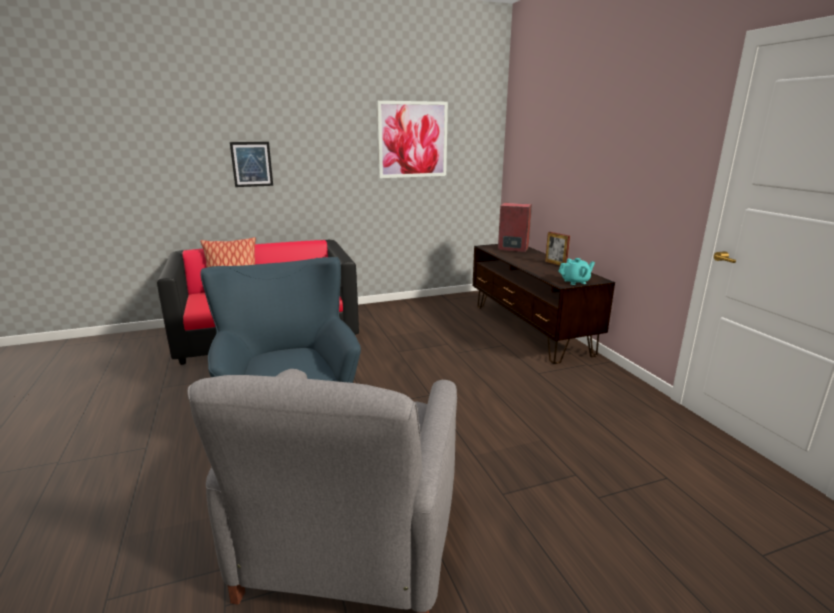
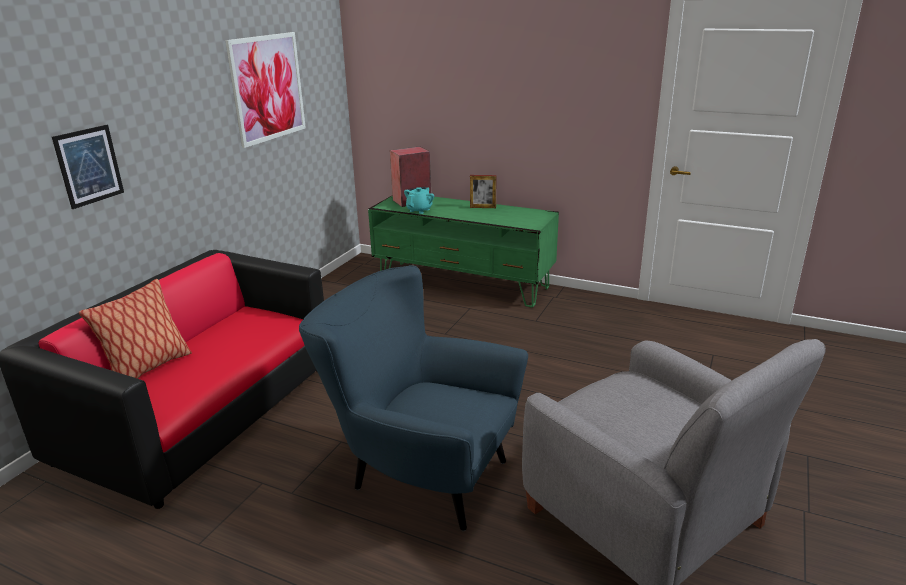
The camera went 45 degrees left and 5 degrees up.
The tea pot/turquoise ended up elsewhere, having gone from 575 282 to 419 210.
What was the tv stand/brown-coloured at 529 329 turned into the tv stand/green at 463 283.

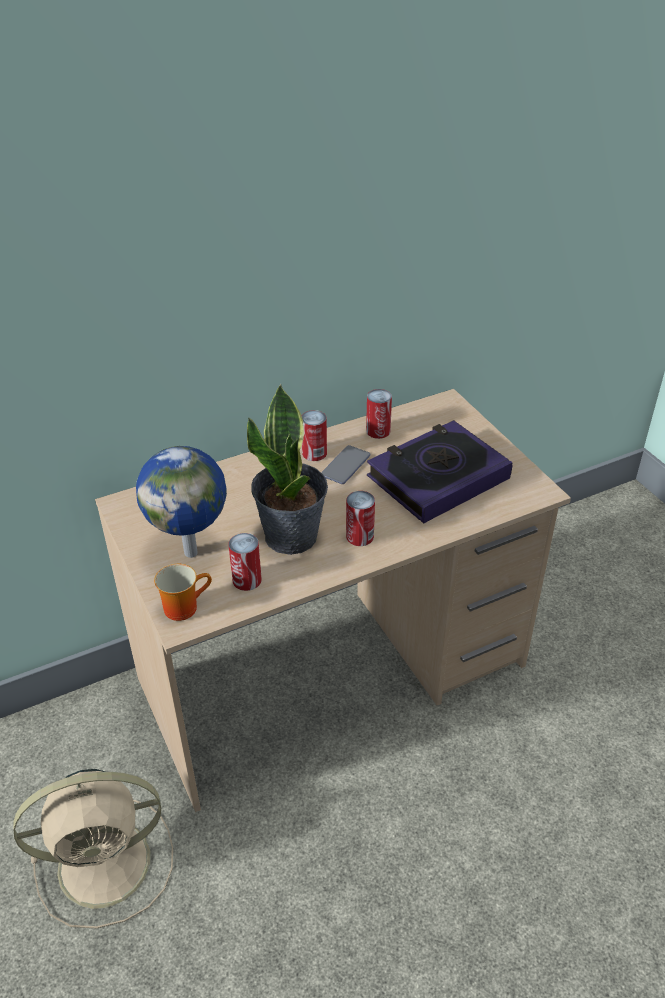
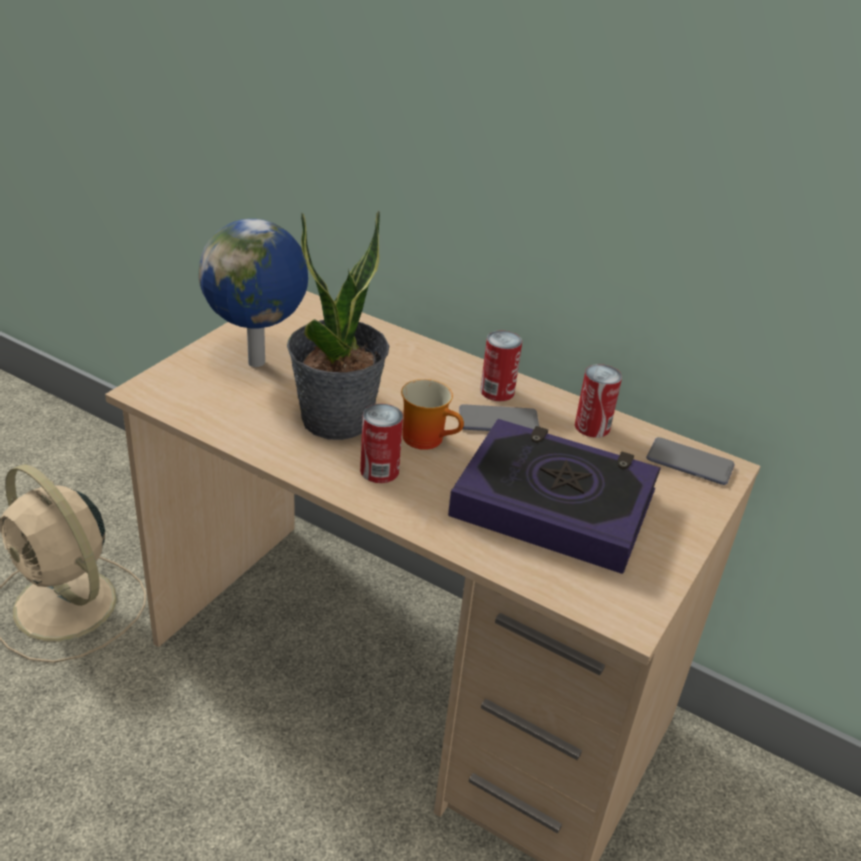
The camera went 55 degrees right and 5 degrees down.
The second view lost the can at 247 580.
The second view gained the telephone at 689 463.
The tea mug ended up elsewhere, having gone from 183 605 to 428 438.

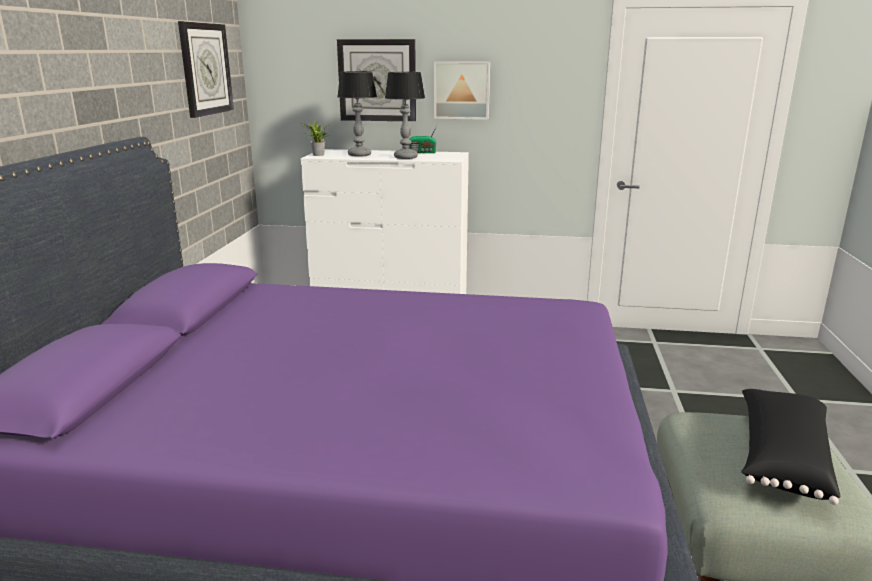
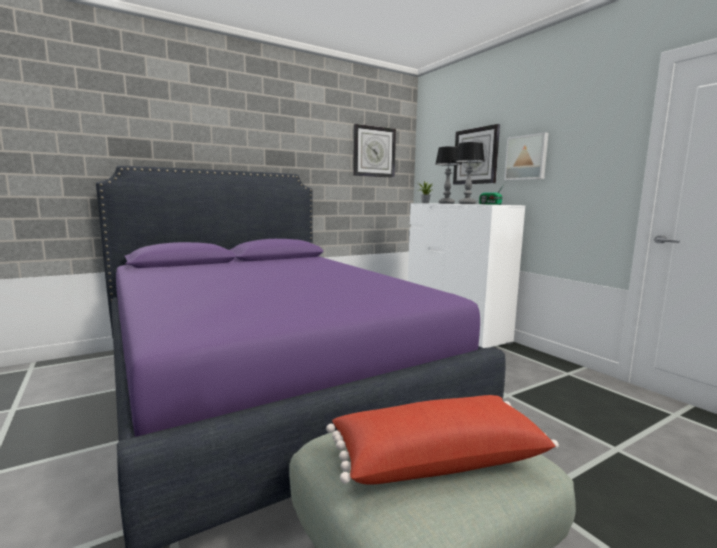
The camera went 50 degrees right and 10 degrees down.
What was the pillow/black-coloured at 780 458 turned into the pillow/reddish at 436 458.

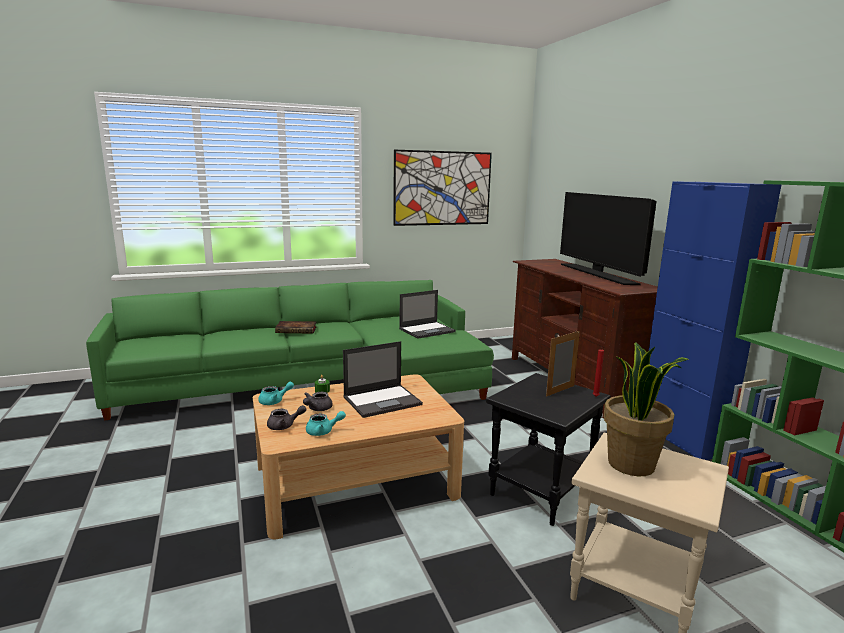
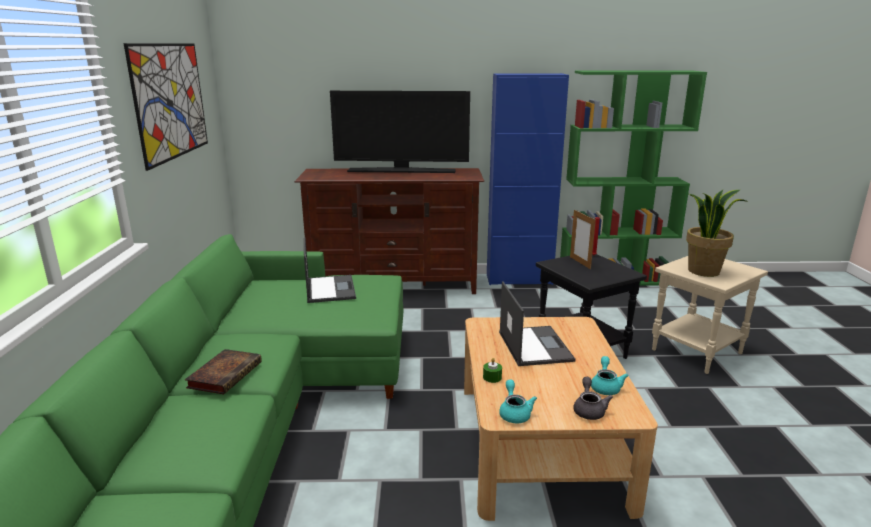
The camera went 70 degrees left and 5 degrees up.
The second view lost the tea pot/grey at 317 409.

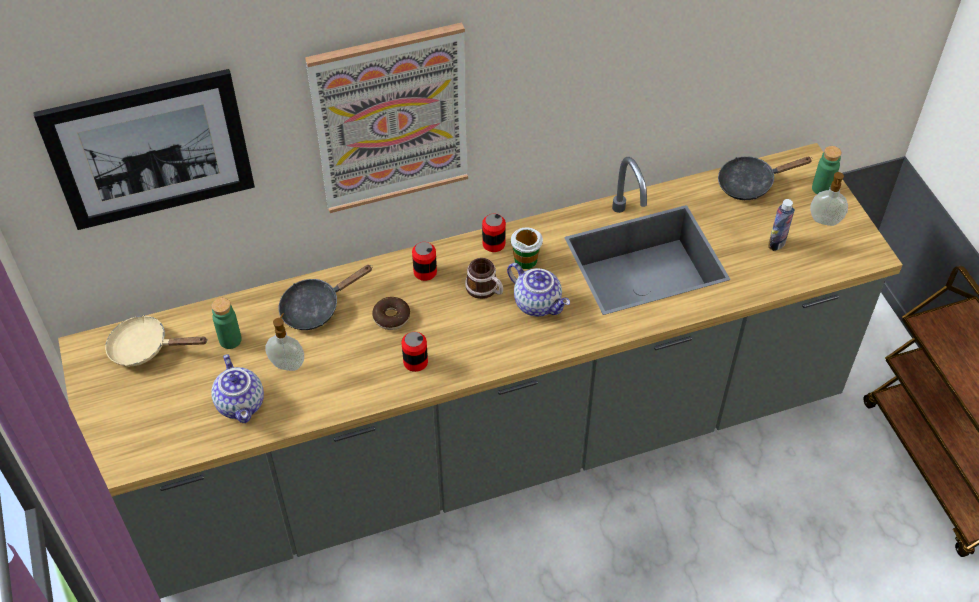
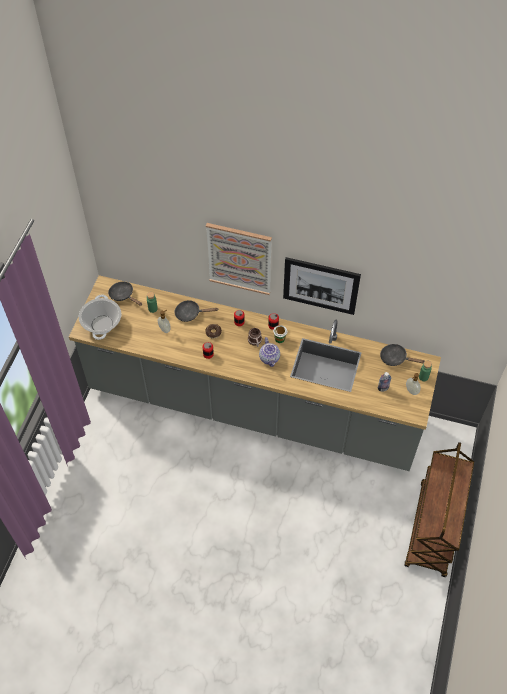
The camera went 35 degrees right and 5 degrees up.
The second view lost the tea pot at 242 404.
The second view gained the saucepot at 102 324.
The wall art ended up elsewhere, having gone from 150 150 to 320 285.
What was the skillet/sand-coloured at 145 348 turned into the skillet/black-coloured at 123 295.

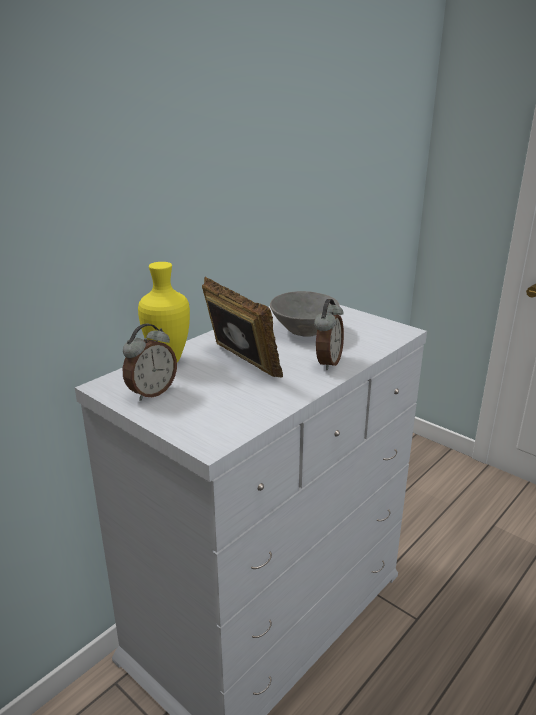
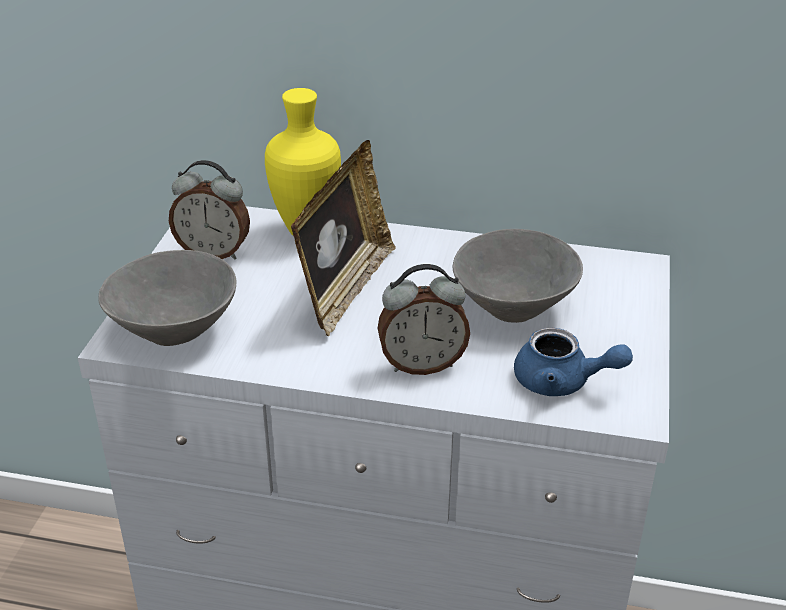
The camera went 60 degrees right and 10 degrees up.
The second view gained the deep dish/grey at 173 330.
The second view gained the tea pot/blue-coloured at 562 382.

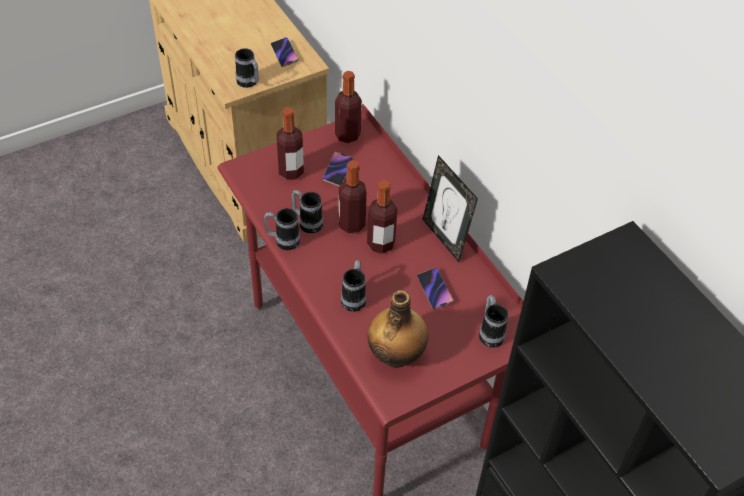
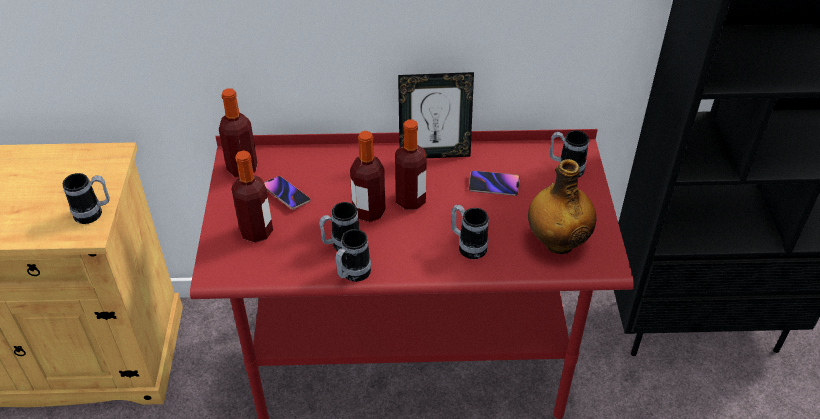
The camera went 60 degrees left and 5 degrees down.
The second view lost the telephone at 284 54.

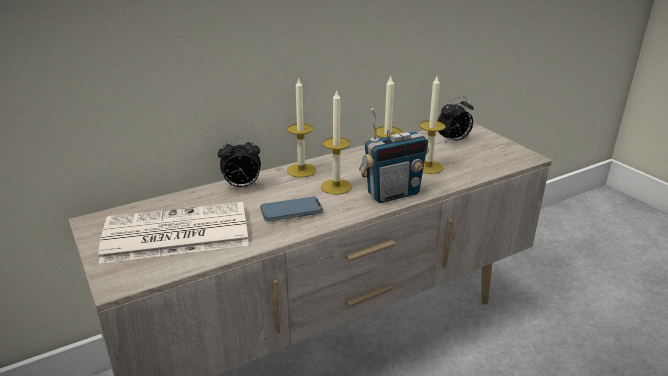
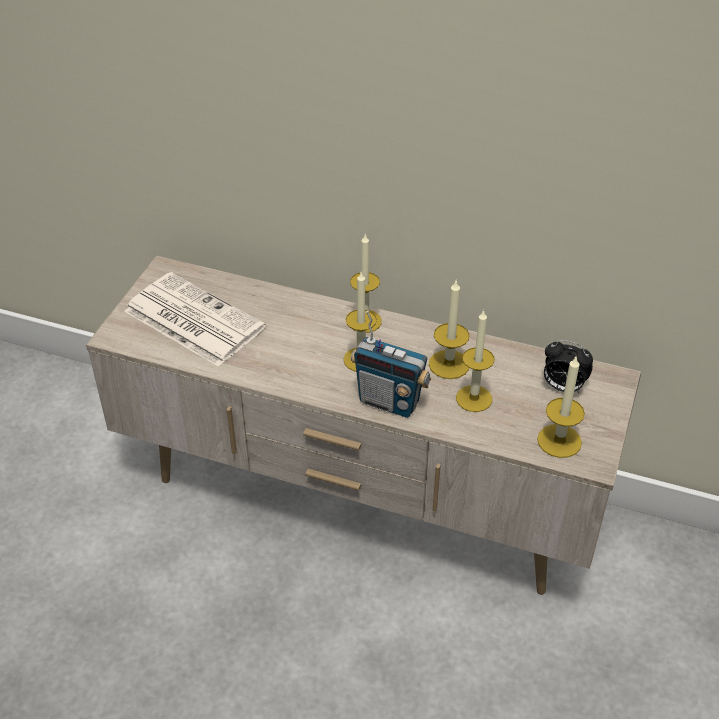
The camera went 50 degrees right and 15 degrees up.
The second view lost the bedside clock at 242 186.
The second view lost the telephone at 291 212.
The second view gained the wax candle at 559 441.

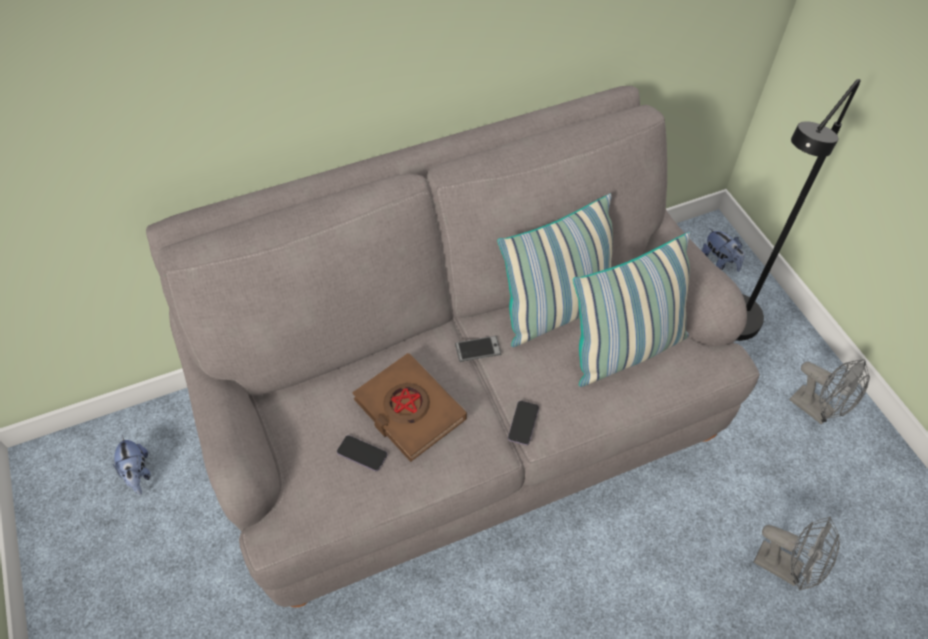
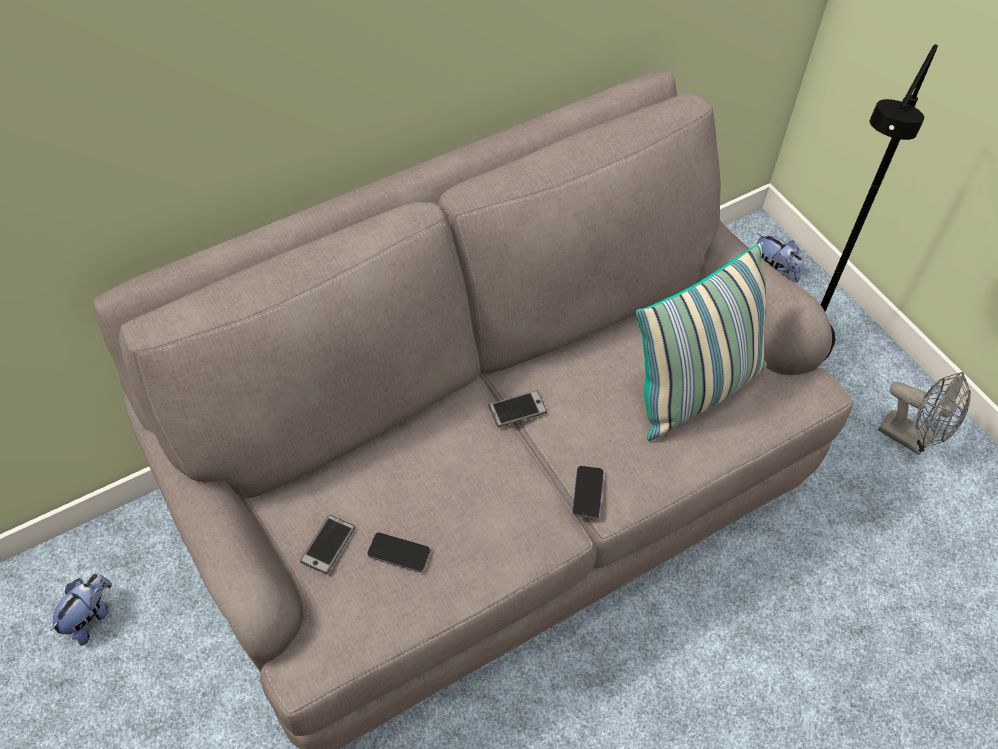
The camera went 10 degrees left and 0 degrees up.
The second view lost the bound book/brown-coloured at 409 410.
The second view lost the pillow at 557 311.
The second view lost the fan/grey at 785 567.
The second view gained the telephone at 328 544.
The soft toy at 138 474 ended up facing another way, 120 degrees counterclockwise from before.

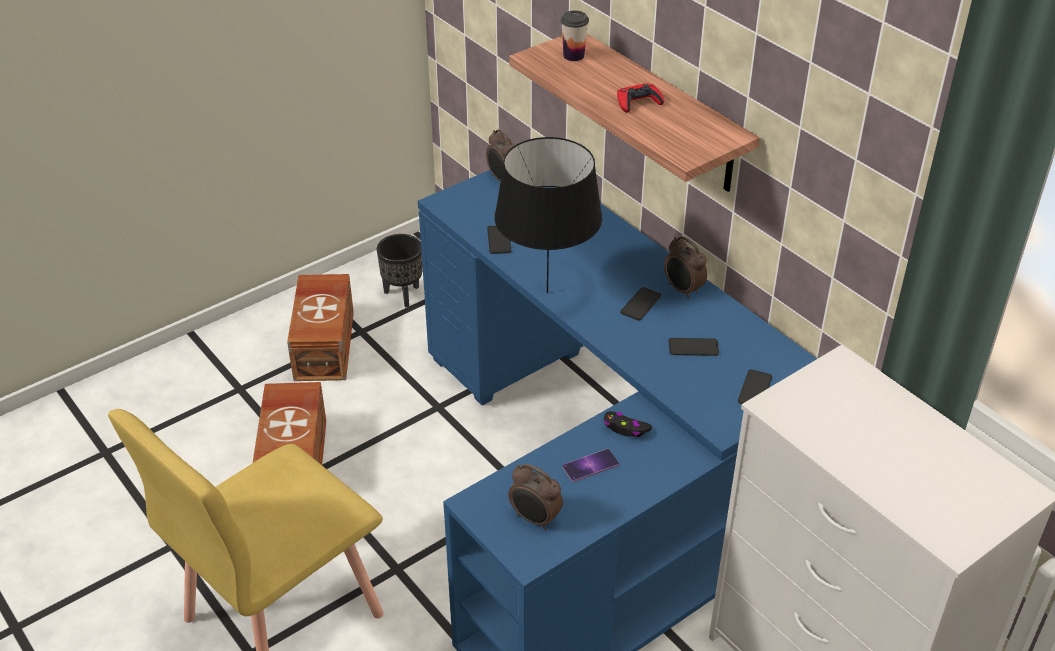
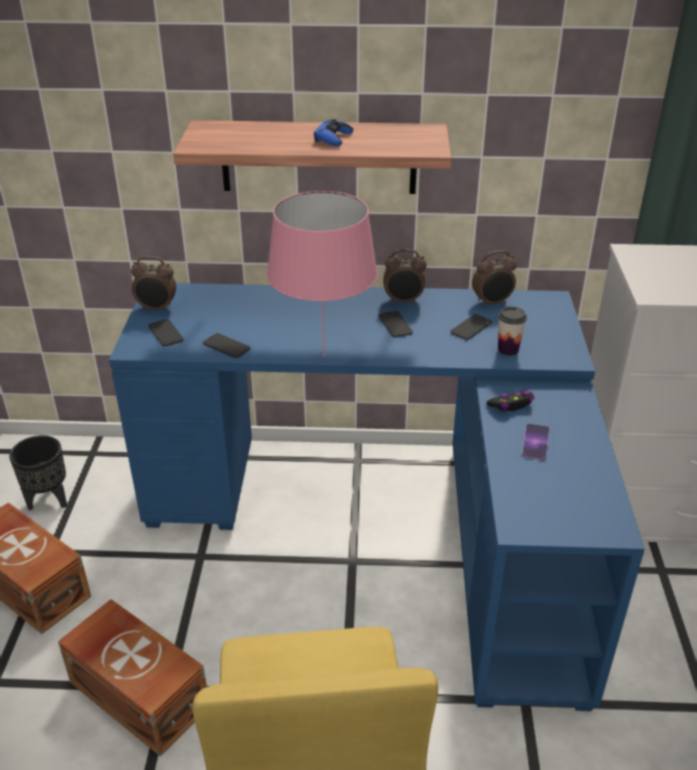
The camera went 50 degrees left and 5 degrees down.
The bedside clock ended up elsewhere, having gone from 535 519 to 492 303.
The drinking cup ended up elsewhere, having gone from 573 56 to 508 349.
The telephone ended up elsewhere, having gone from 754 389 to 166 333.
What was the lamp for a table/black-coloured at 547 292 turned into the lamp for a table/pink at 323 356.
What was the gamepad/reddish at 638 102 turned into the gamepad/blue-coloured at 333 138.

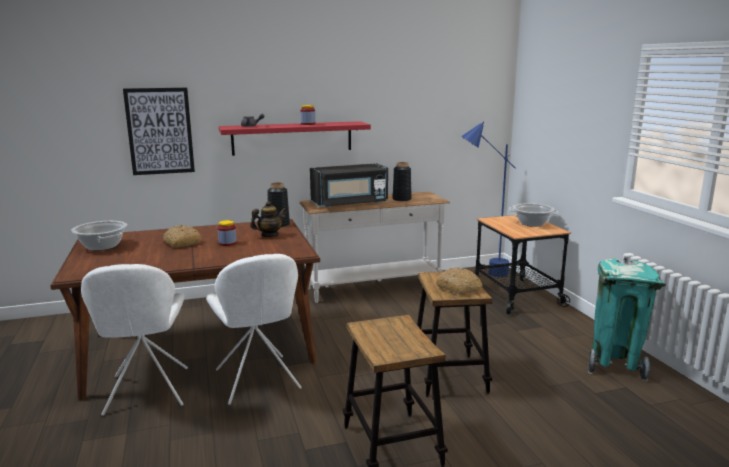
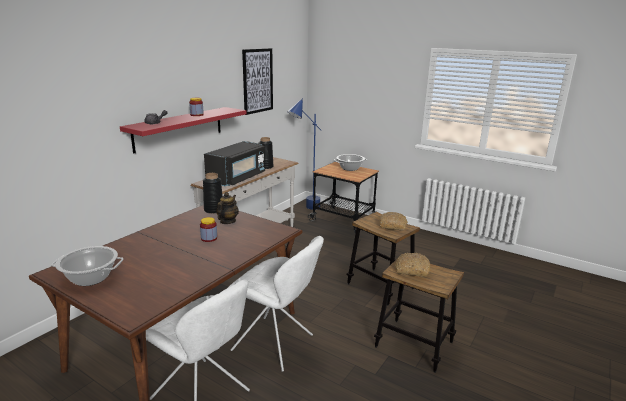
The camera went 40 degrees left and 5 degrees up.
The second view lost the rubbish bin/turquoise at 615 364.
The wall art ended up elsewhere, having gone from 160 131 to 257 81.
The bakery bread ended up elsewhere, having gone from 181 243 to 411 270.

